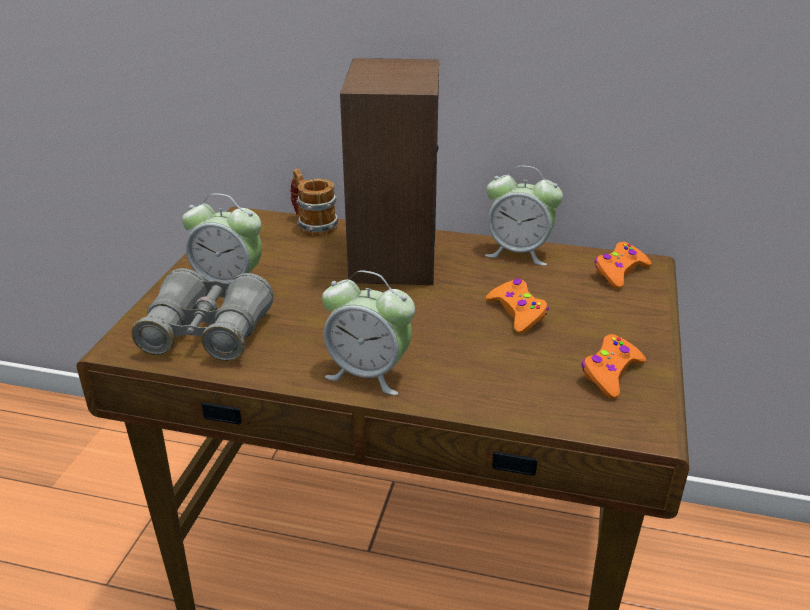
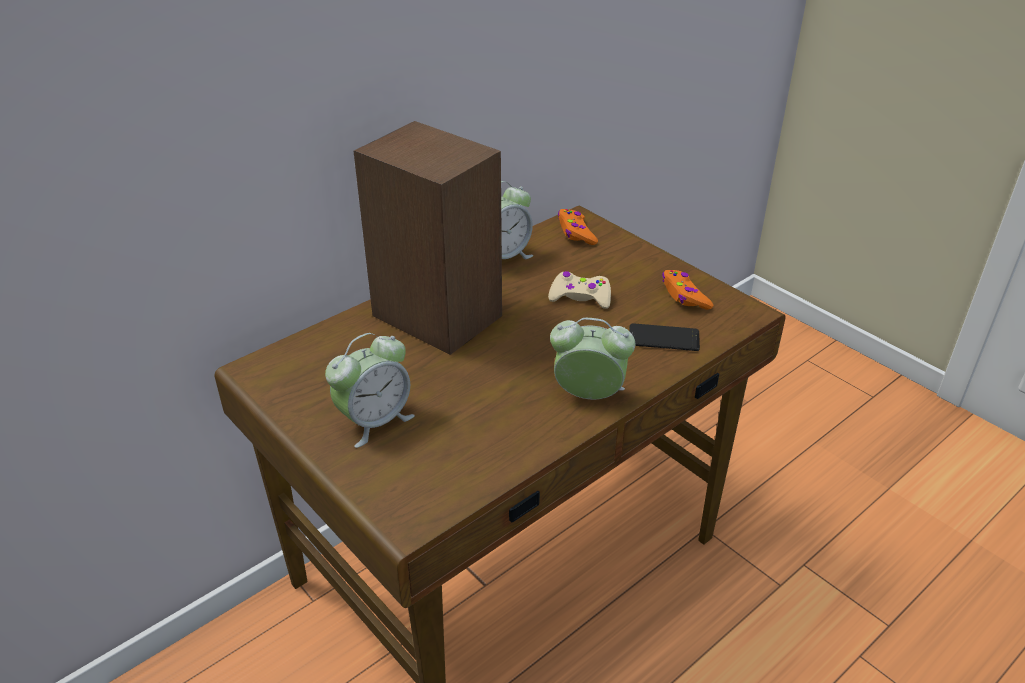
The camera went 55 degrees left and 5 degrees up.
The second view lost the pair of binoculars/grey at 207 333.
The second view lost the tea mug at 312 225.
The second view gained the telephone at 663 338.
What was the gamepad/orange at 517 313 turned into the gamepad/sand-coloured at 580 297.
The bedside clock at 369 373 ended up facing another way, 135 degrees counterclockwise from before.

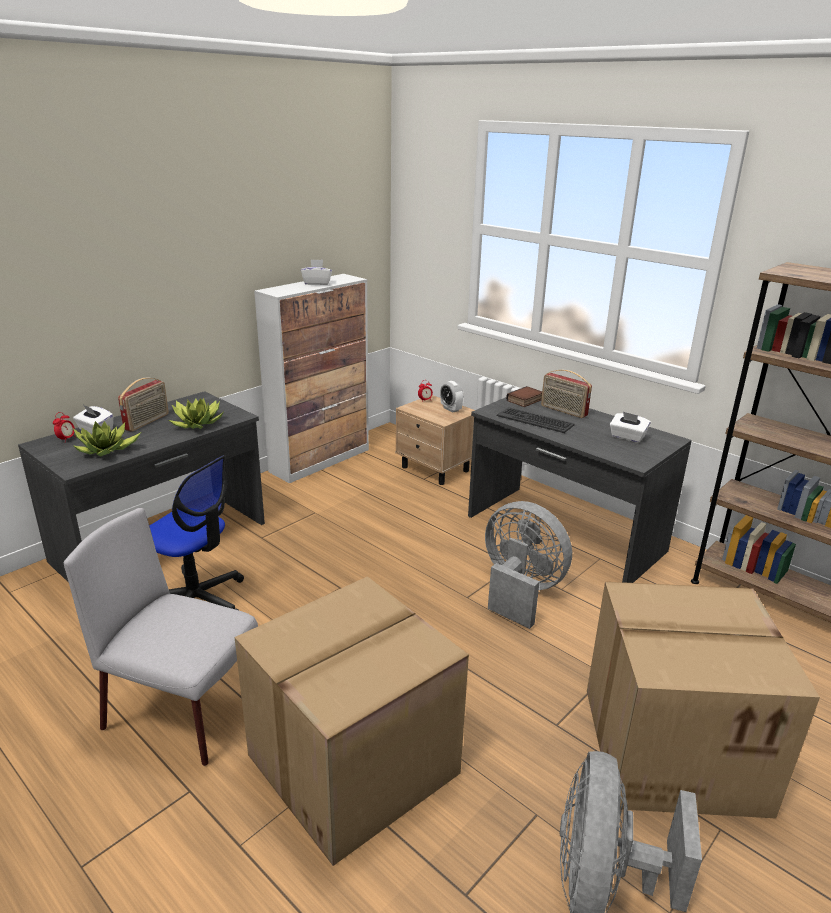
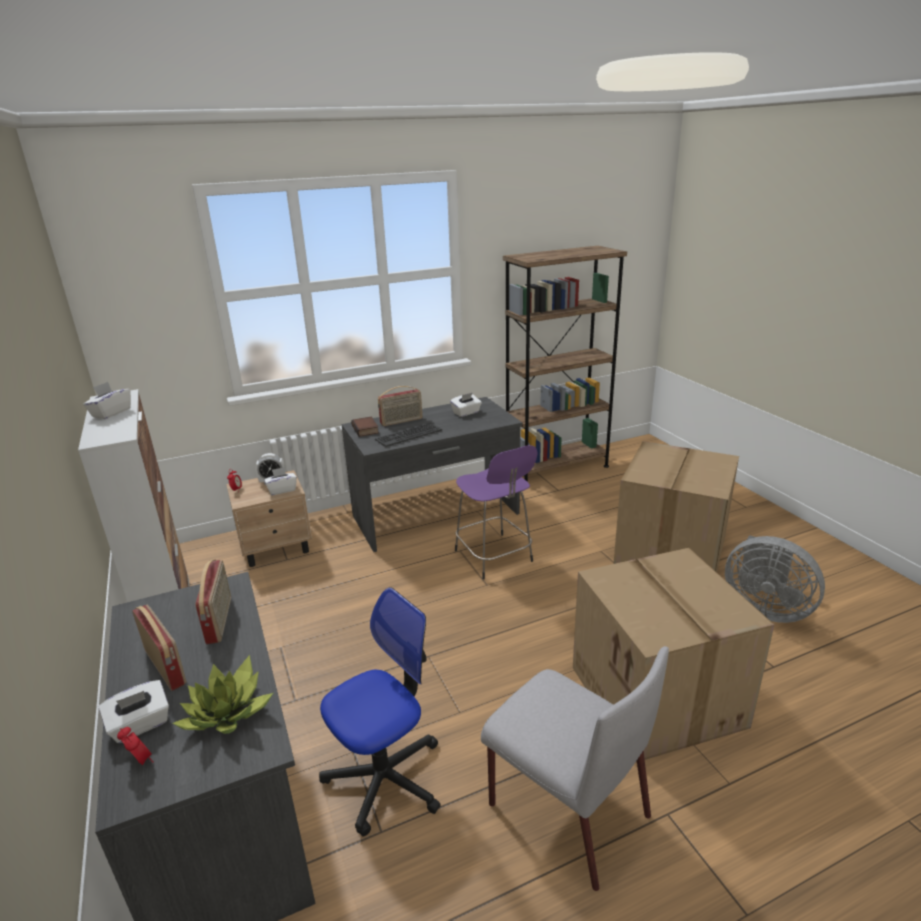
The camera went 65 degrees left and 0 degrees up.
The second view gained the tissue box/white at 282 490.
Where the potted plant stood at 197 423, the radio came to stand at 220 620.
Where the fan/grey stood at 519 591, the sitting stool/purple-coloured came to stand at 494 557.
The upright chair/grey at 184 713 ended up facing another way, 90 degrees counterclockwise from before.

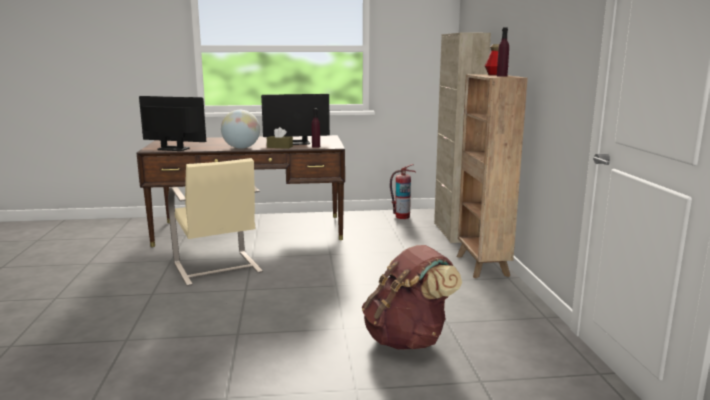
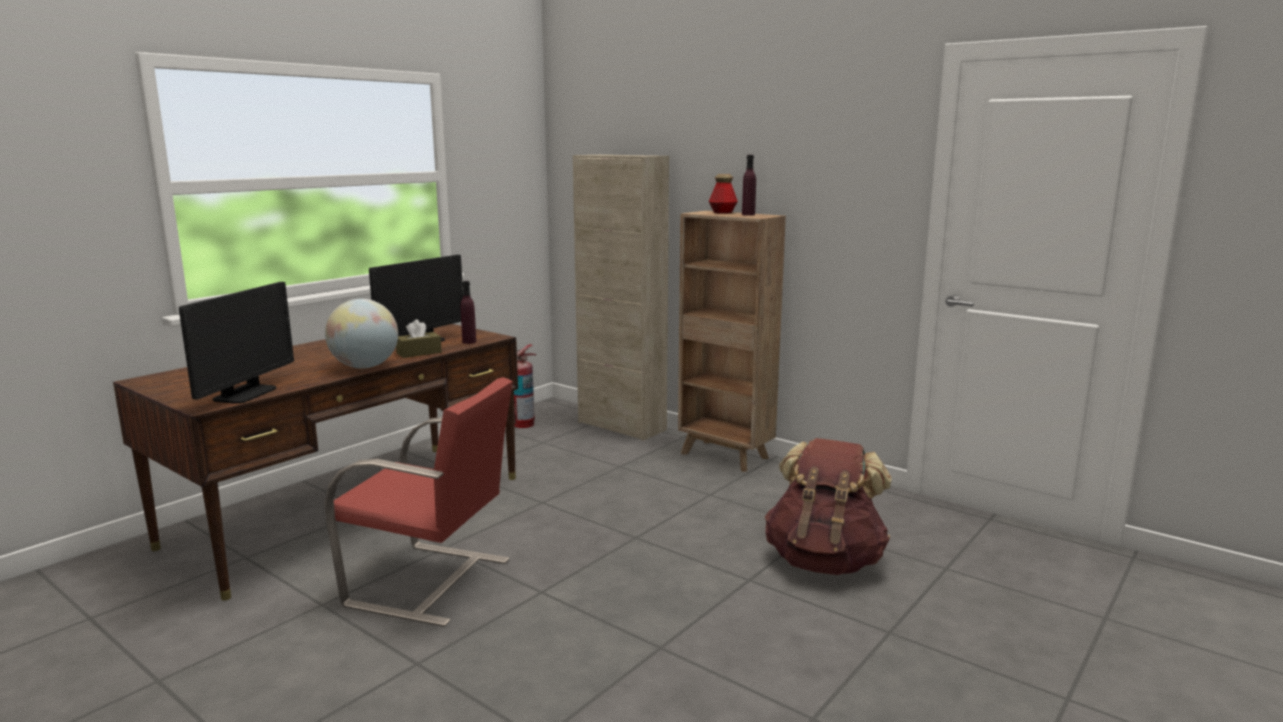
The camera went 45 degrees left and 0 degrees up.
What was the upright chair/sand-coloured at 217 268 turned into the upright chair/reddish at 431 583.
The monitor at 173 149 ended up facing another way, 135 degrees clockwise from before.

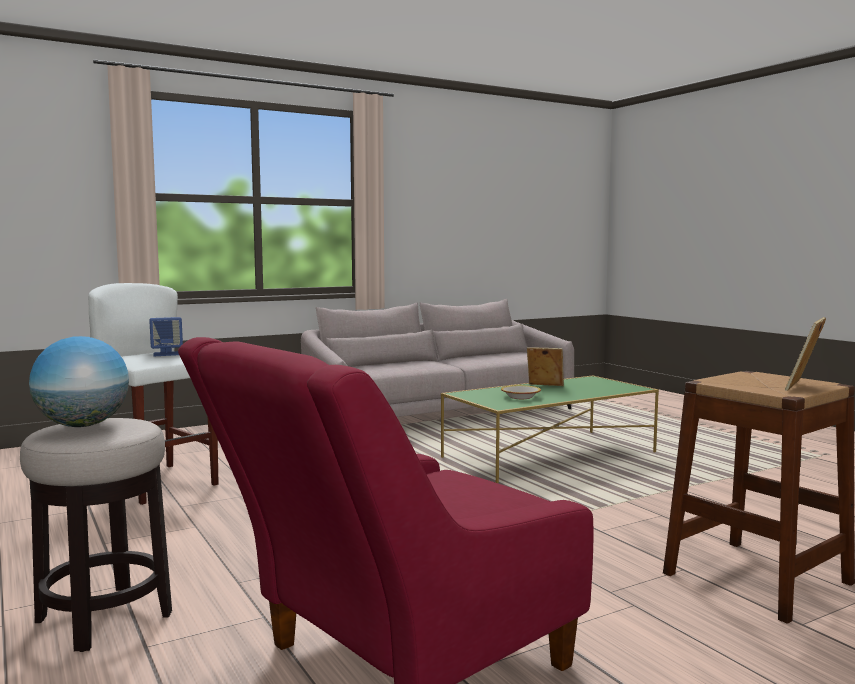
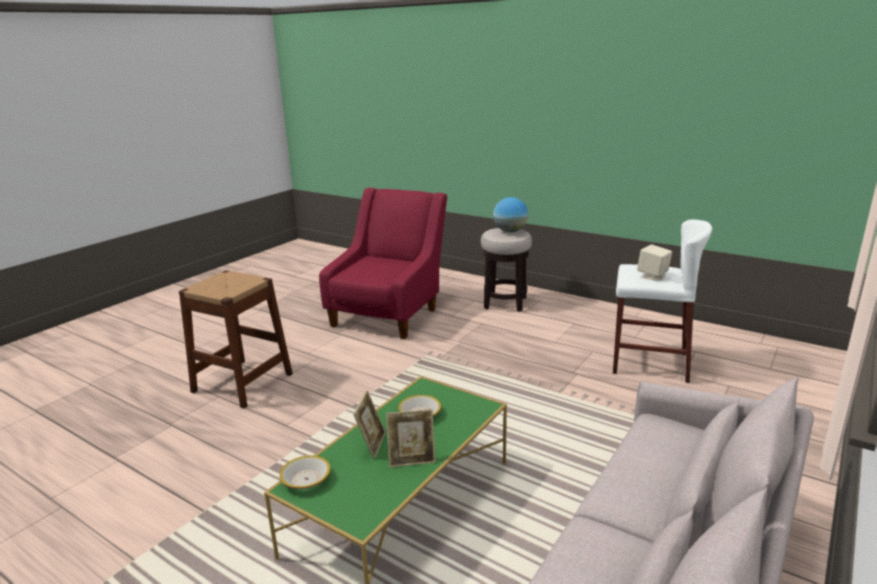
The camera went 155 degrees right and 15 degrees up.
The second view gained the deep dish at 306 479.
The standing frame ended up elsewhere, having gone from 803 387 to 372 444.
What was the loudspeaker/blue-coloured at 167 354 turned into the loudspeaker/sand-coloured at 652 276.

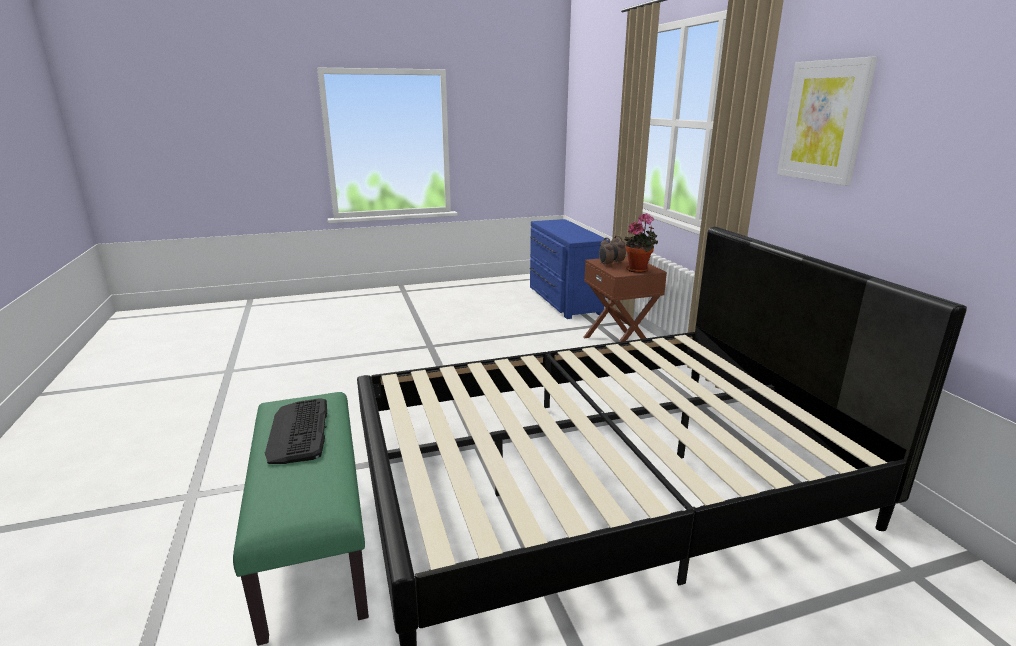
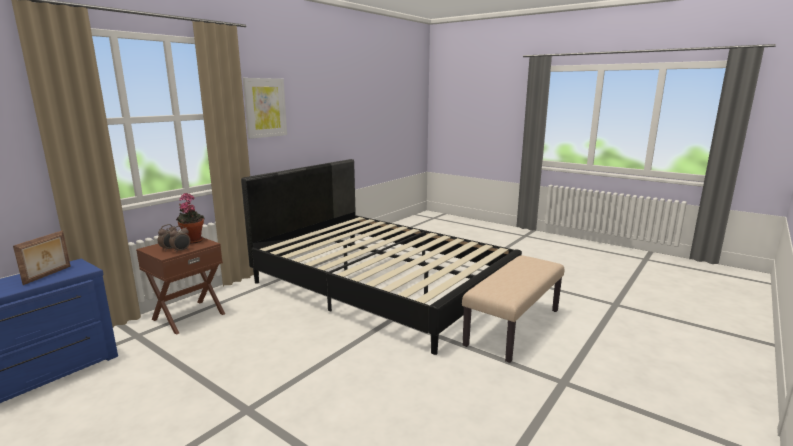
The camera went 125 degrees left and 5 degrees down.
The second view lost the PC keyboard at 299 431.
The second view gained the standing frame at 48 275.
What was the bench/green at 315 538 turned into the bench/sand-coloured at 513 327.

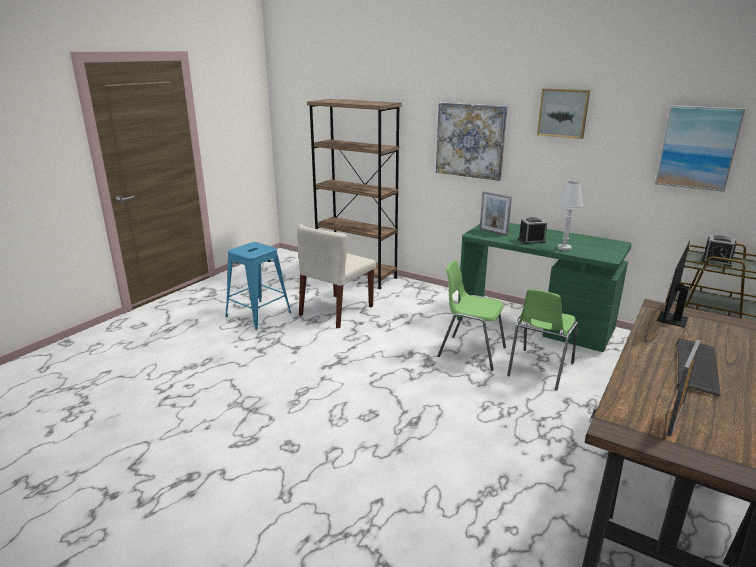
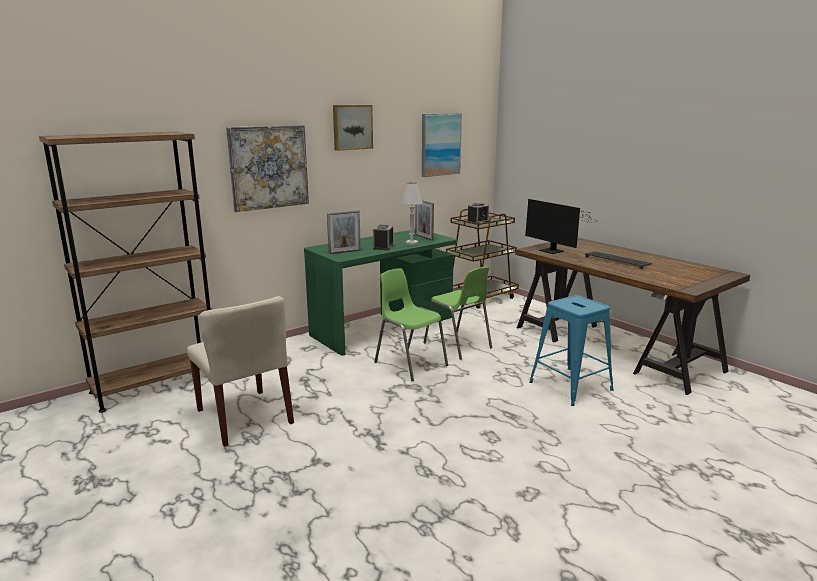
The camera went 70 degrees left and 5 degrees down.
The sitting stool/blue-coloured ended up elsewhere, having gone from 258 314 to 571 386.
The standing frame ended up elsewhere, having gone from 675 419 to 424 237.
The upright chair/green at 471 352 ended up facing another way, 90 degrees clockwise from before.

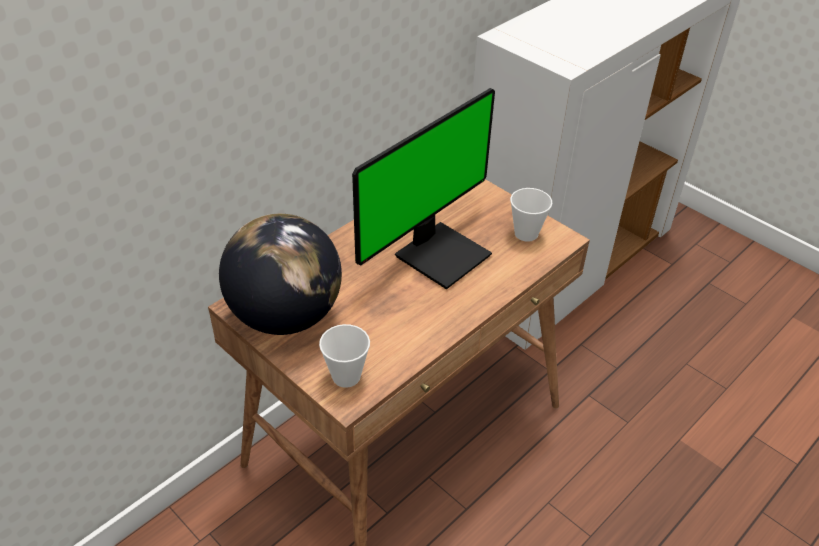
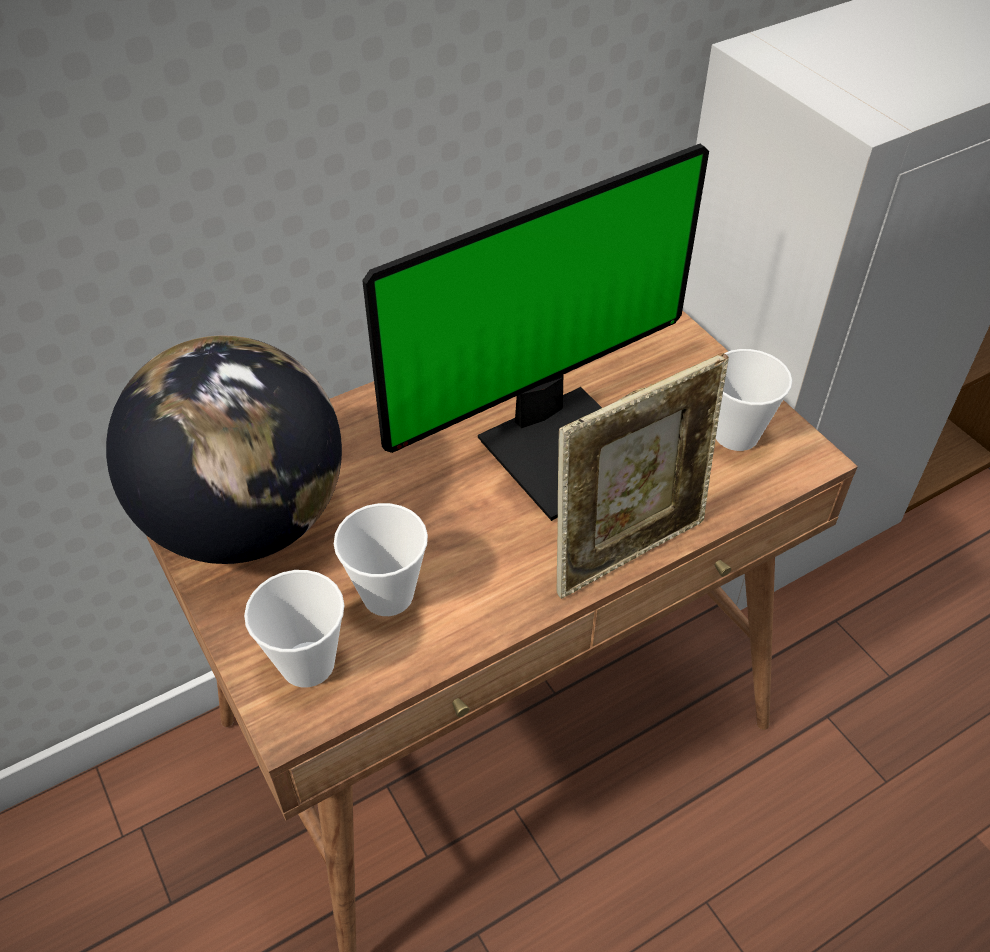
The camera went 15 degrees right and 5 degrees up.
The second view gained the drinking cup at 388 595.
The second view gained the standing frame at 628 551.

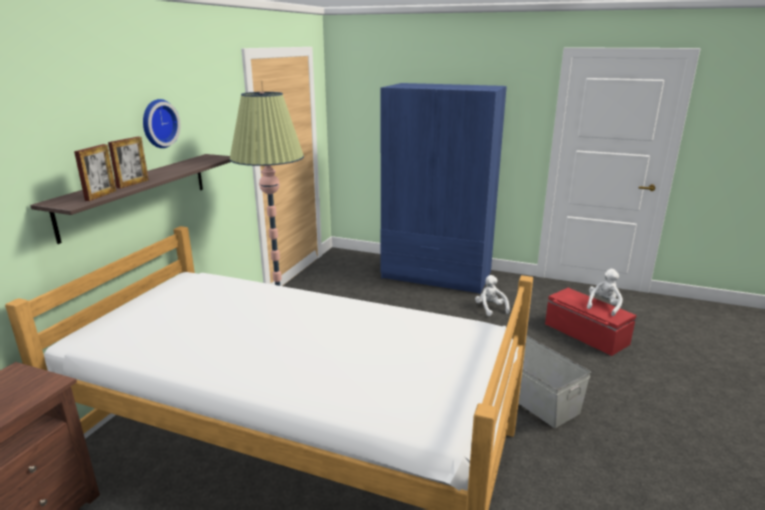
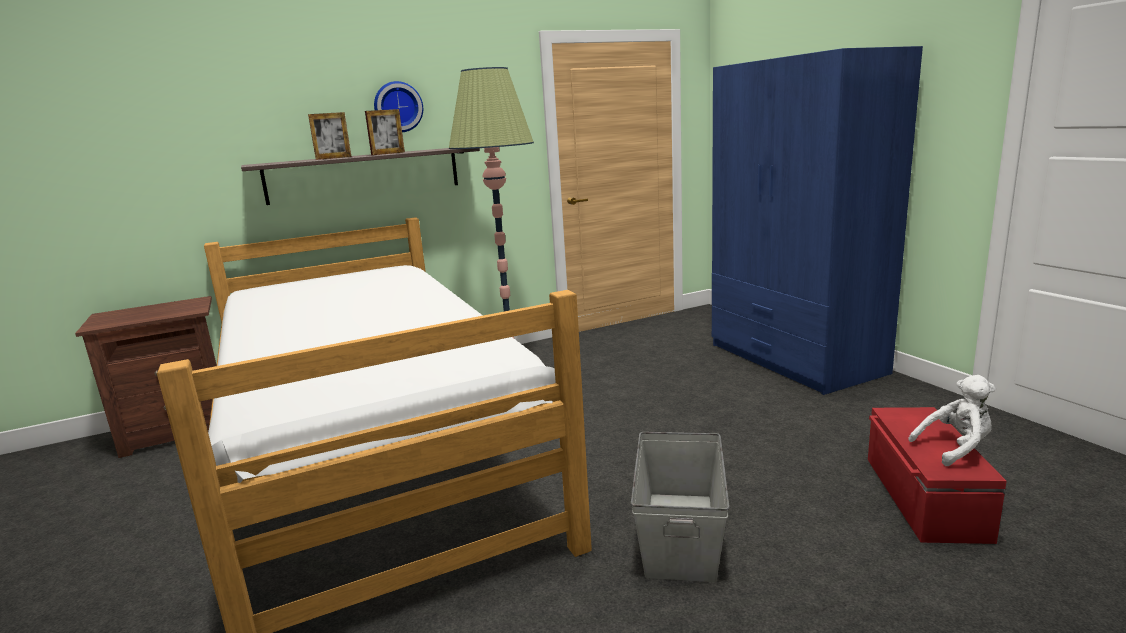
The camera went 45 degrees right and 5 degrees down.
The second view lost the soft toy/white at 490 308.
The standing frame ended up elsewhere, having gone from 101 195 to 388 153.

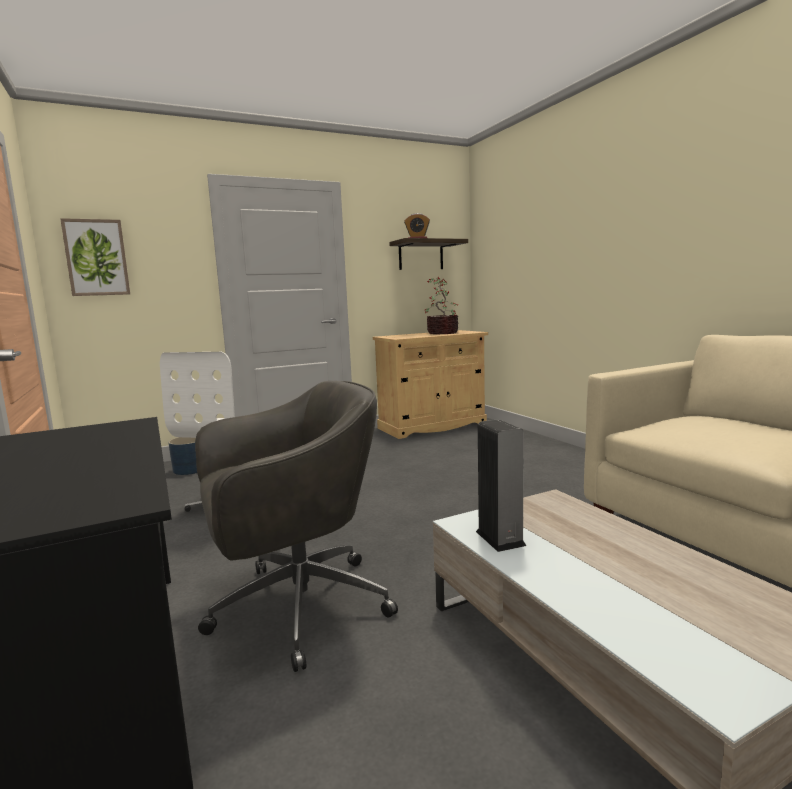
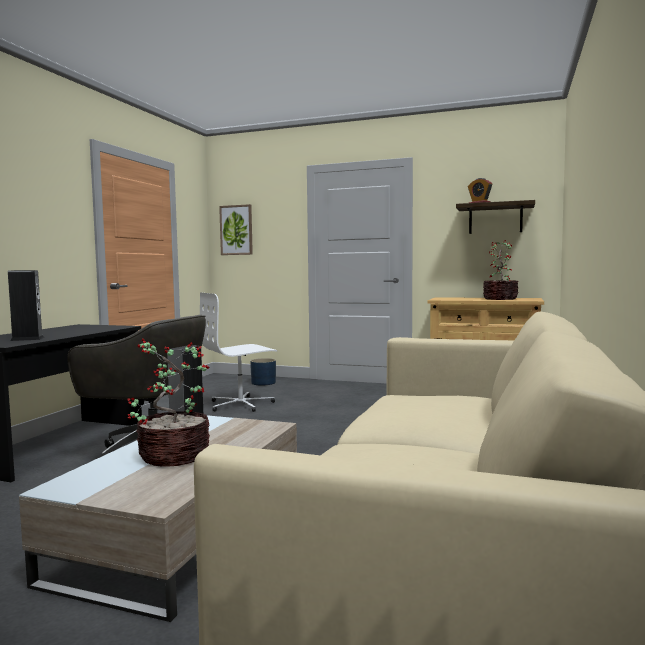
The camera went 45 degrees right and 5 degrees down.
The second view gained the loudspeaker at 27 339.
The second view gained the potted plant at 172 457.

